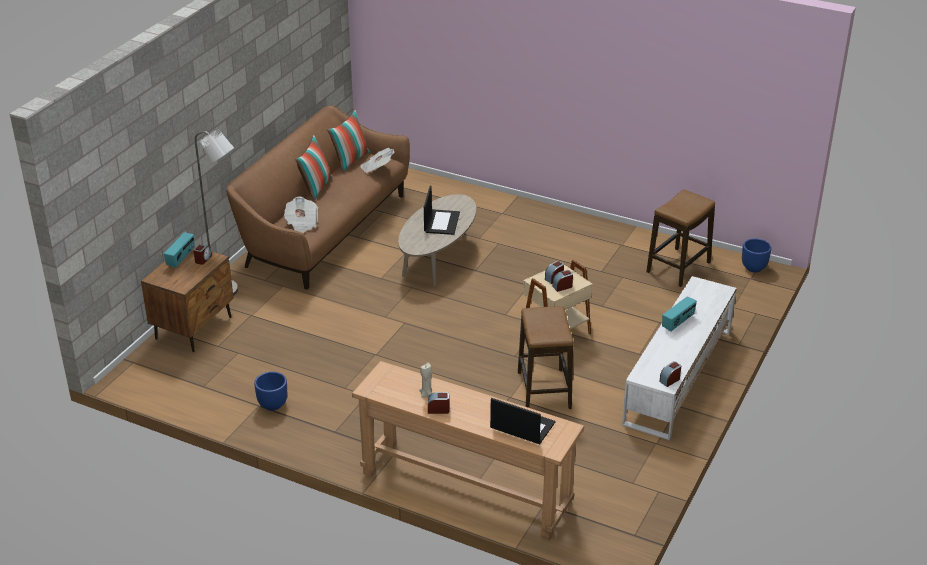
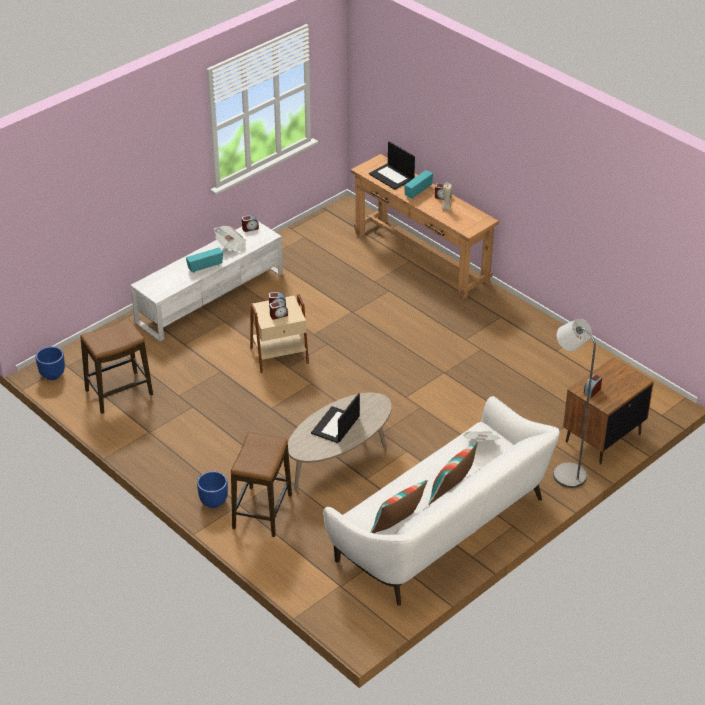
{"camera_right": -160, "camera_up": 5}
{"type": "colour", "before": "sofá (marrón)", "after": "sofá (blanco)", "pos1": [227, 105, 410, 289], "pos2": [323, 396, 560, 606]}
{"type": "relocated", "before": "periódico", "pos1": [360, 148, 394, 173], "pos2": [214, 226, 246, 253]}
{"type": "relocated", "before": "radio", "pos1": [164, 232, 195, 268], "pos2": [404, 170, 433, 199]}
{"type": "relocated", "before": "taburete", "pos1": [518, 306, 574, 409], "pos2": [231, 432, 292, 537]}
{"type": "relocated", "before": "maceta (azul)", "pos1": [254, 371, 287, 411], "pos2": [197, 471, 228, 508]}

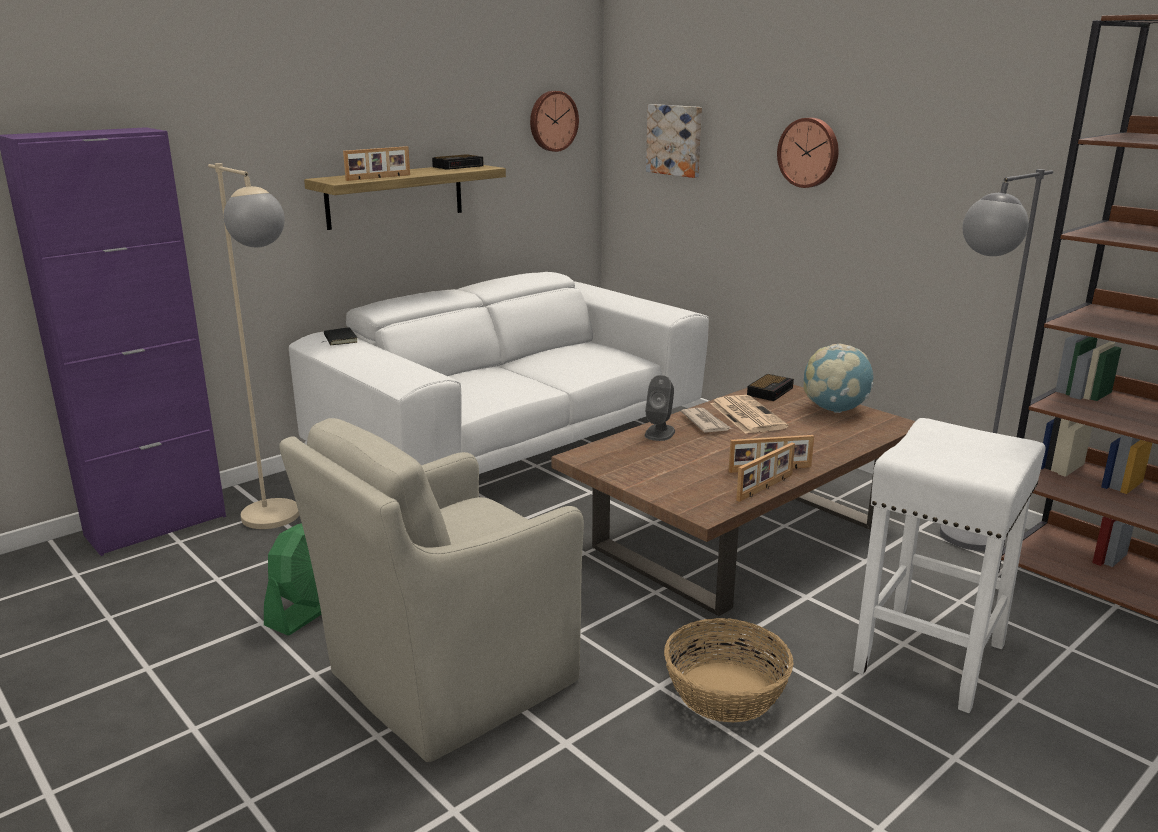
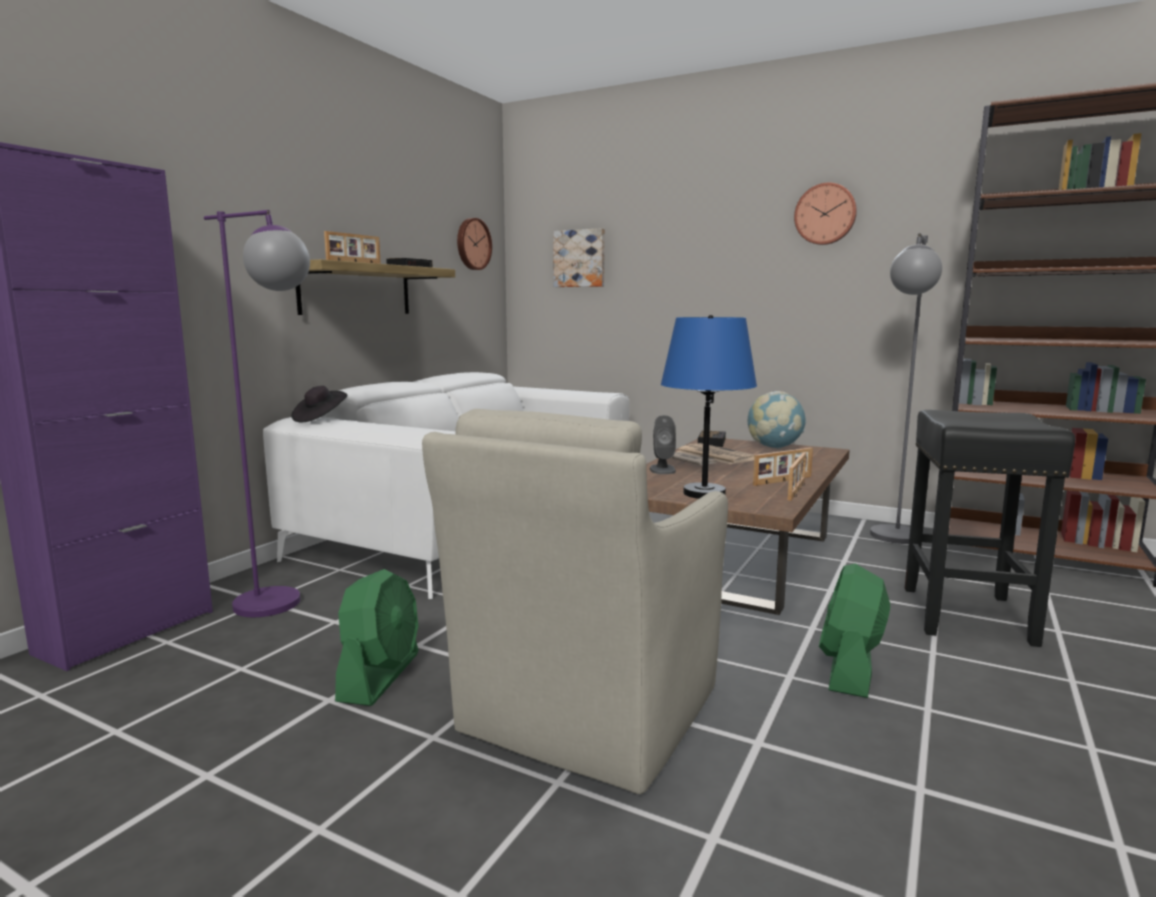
{"camera_right": -20, "camera_up": -10}
{"type": "relocated", "before": "reloj de pared", "pos1": [777, 118, 838, 188], "pos2": [794, 183, 857, 245]}
{"type": "colour", "before": "lámpara de pie (beis)", "after": "lámpara de pie (morado)", "pos1": [208, 163, 299, 529], "pos2": [204, 210, 310, 617]}
{"type": "exchanged", "before": "libro (negro)", "after": "sombrero (negro)", "pos1": [321, 327, 357, 345], "pos2": [291, 386, 347, 422]}
{"type": "colour", "before": "taburete (blanco)", "after": "taburete (negro)", "pos1": [853, 418, 1045, 713], "pos2": [905, 410, 1075, 647]}
{"type": "exchanged", "before": "cesta", "after": "ventilador (verde)", "pos1": [664, 618, 794, 723], "pos2": [819, 564, 890, 698]}
{"type": "appeared", "after": "lámpara de mesa (azul)", "pos2": [661, 315, 757, 499]}

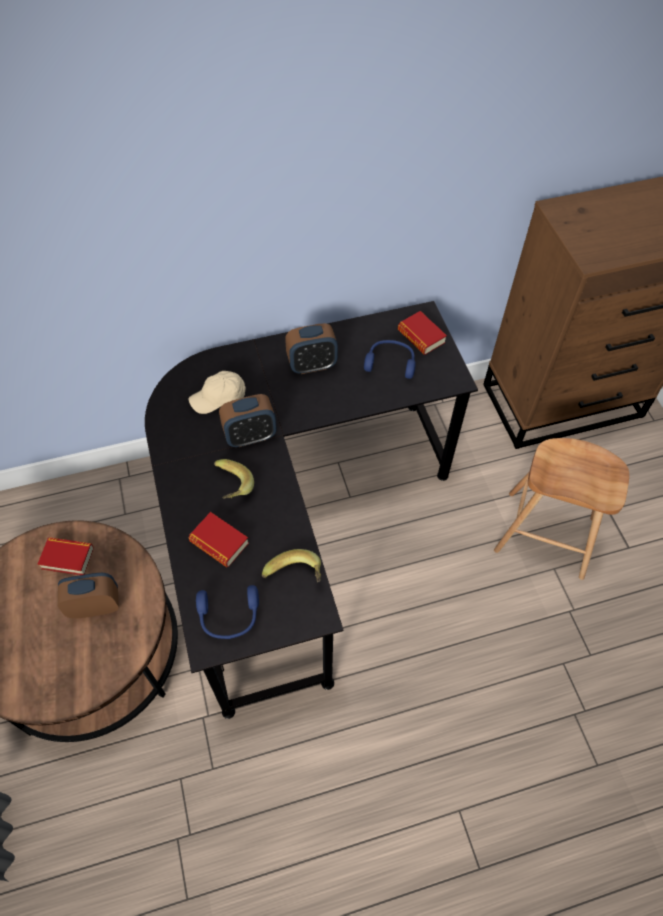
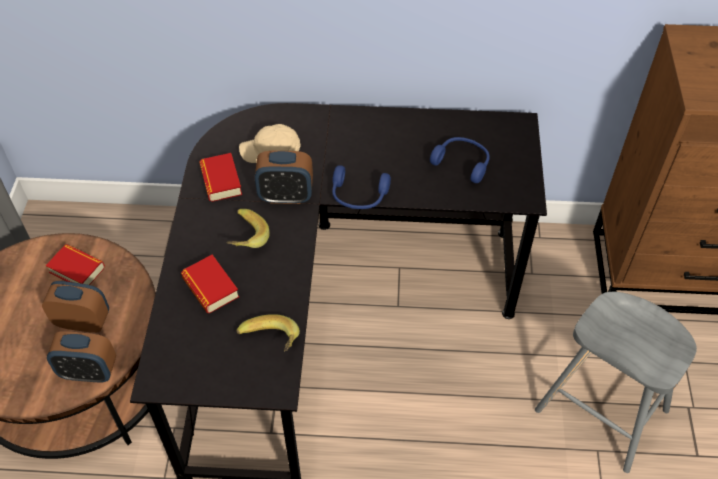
{"camera_right": 20, "camera_up": -5}
{"type": "relocated", "before": "libro", "pos1": [398, 311, 447, 355], "pos2": [199, 153, 242, 202]}
{"type": "relocated", "before": "despertador", "pos1": [285, 323, 338, 374], "pos2": [47, 332, 116, 382]}
{"type": "colour", "before": "taburete (marrón)", "after": "taburete (gris)", "pos1": [494, 438, 629, 580], "pos2": [535, 292, 697, 473]}
{"type": "relocated", "before": "auriculares (azul)", "pos1": [196, 585, 259, 639], "pos2": [332, 165, 391, 209]}

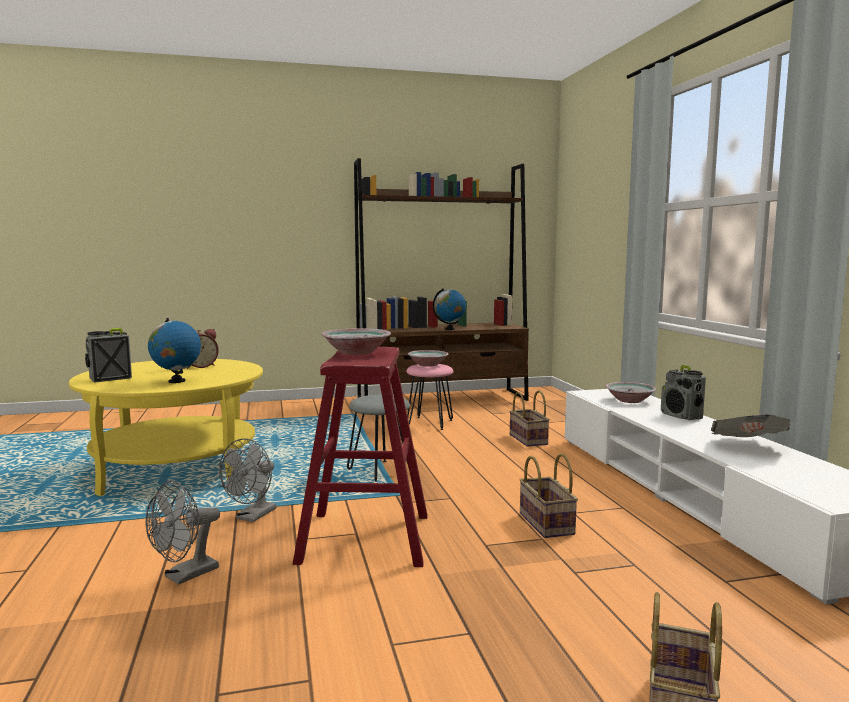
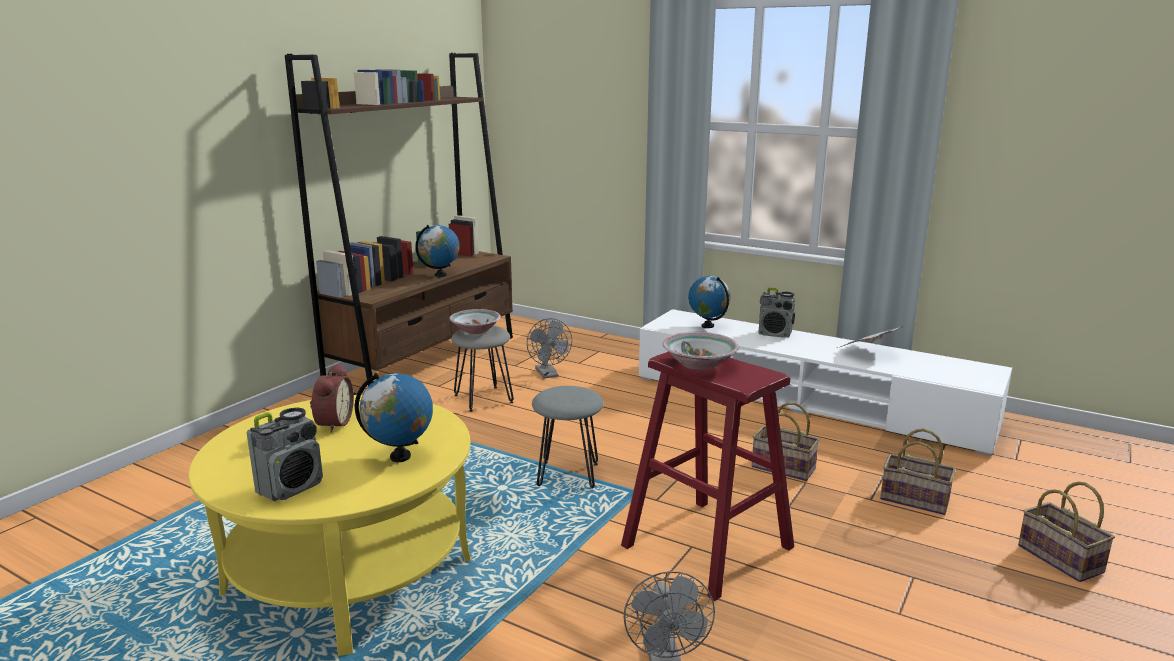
{"camera_right": -45, "camera_up": 10}
{"type": "spun", "before": "radio", "pos1": [85, 328, 132, 383], "pos2": [246, 407, 323, 501], "turn": -150}
{"type": "colour", "before": "taburete (rosa)", "after": "taburete (gris)", "pos1": [406, 364, 454, 430], "pos2": [451, 326, 514, 412]}
{"type": "exchanged", "before": "cuenco", "after": "globo terráqueo", "pos1": [605, 382, 656, 403], "pos2": [688, 276, 731, 328]}
{"type": "relocated", "before": "cesta", "pos1": [509, 390, 550, 447], "pos2": [880, 428, 956, 515]}
{"type": "relocated", "before": "ventilador (gris)", "pos1": [219, 439, 276, 522], "pos2": [527, 318, 572, 378]}

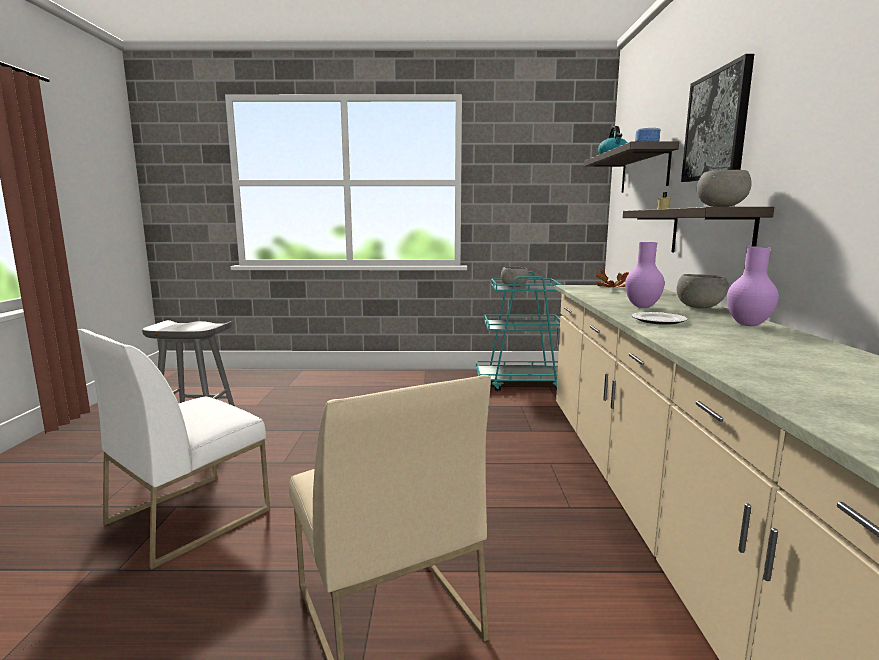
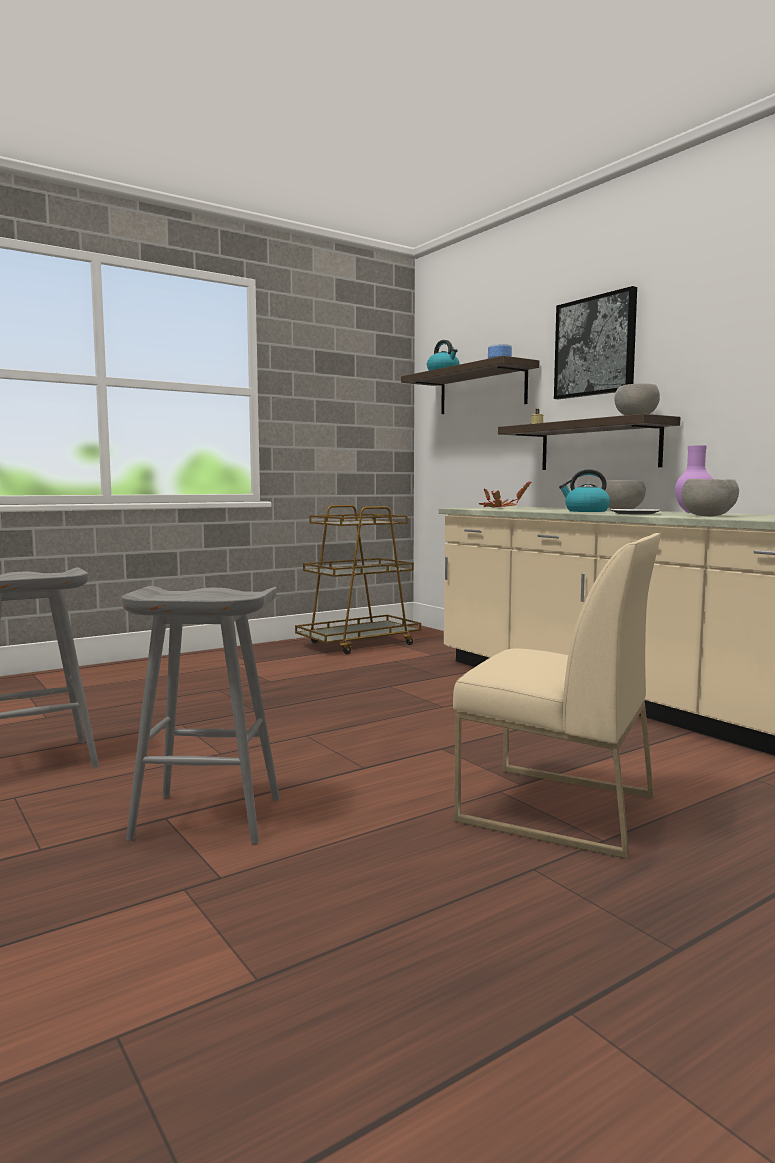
{"camera_right": -35, "camera_up": -5}
{"type": "exchanged", "before": "florero (morado)", "after": "hervidor", "pos1": [625, 242, 665, 308], "pos2": [559, 469, 610, 512]}
{"type": "relocated", "before": "cuenco (gris)", "pos1": [501, 267, 529, 287], "pos2": [681, 479, 739, 516]}
{"type": "colour", "before": "carrito (turquesa)", "after": "carrito (marrón)", "pos1": [476, 271, 562, 391], "pos2": [295, 505, 421, 654]}
{"type": "exchanged", "before": "silla (blanco)", "after": "taburete (gris)", "pos1": [78, 329, 270, 569], "pos2": [122, 586, 280, 844]}

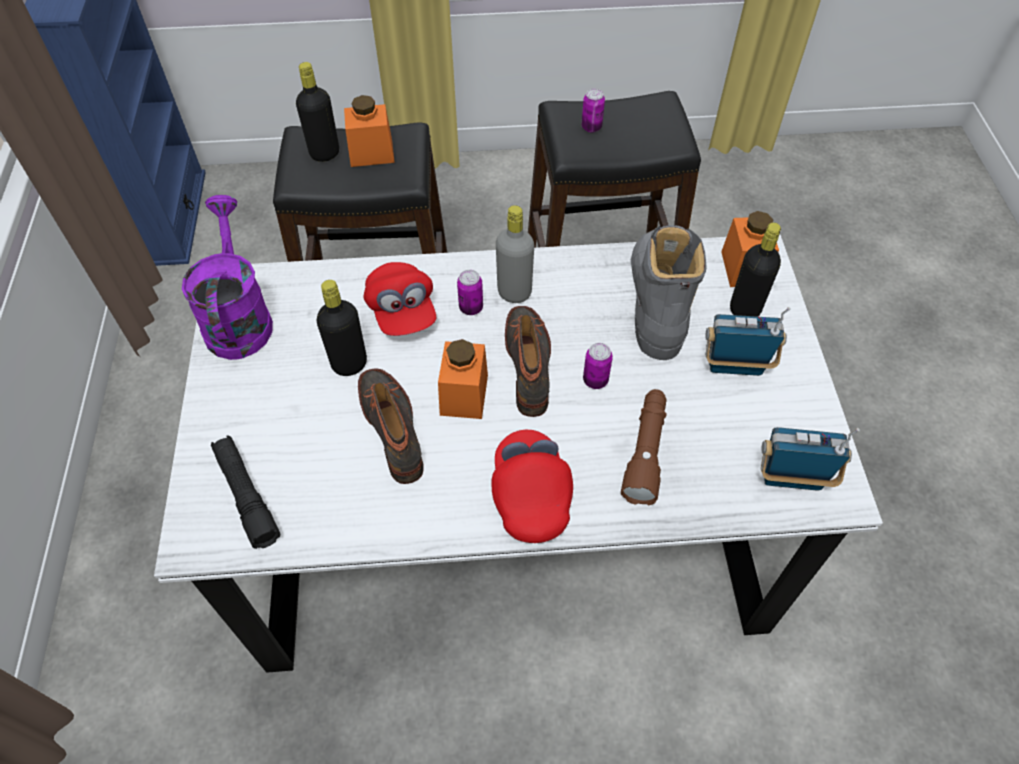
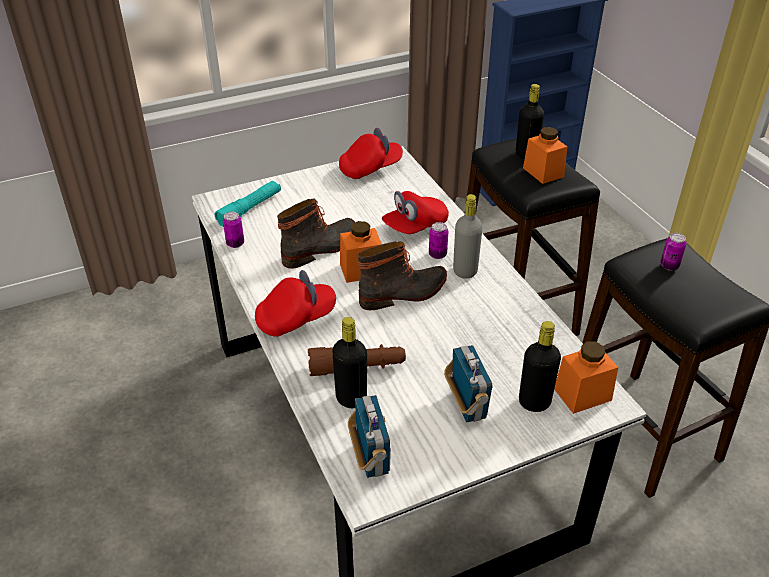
{"camera_right": 70, "camera_up": -15}
{"type": "exchanged", "before": "regadera (morado)", "after": "gorra (rojo)", "pos1": [182, 195, 273, 360], "pos2": [339, 128, 403, 179]}
{"type": "missing", "before": "bota (gris)", "pos1": [631, 225, 707, 360]}
{"type": "relocated", "before": "botella (negro)", "pos1": [317, 280, 367, 376], "pos2": [332, 317, 367, 408]}
{"type": "relocated", "before": "lata", "pos1": [583, 343, 613, 389], "pos2": [223, 212, 244, 248]}
{"type": "colour", "before": "linterna (negro)", "after": "linterna (turquesa)", "pos1": [211, 435, 280, 549], "pos2": [215, 181, 281, 227]}

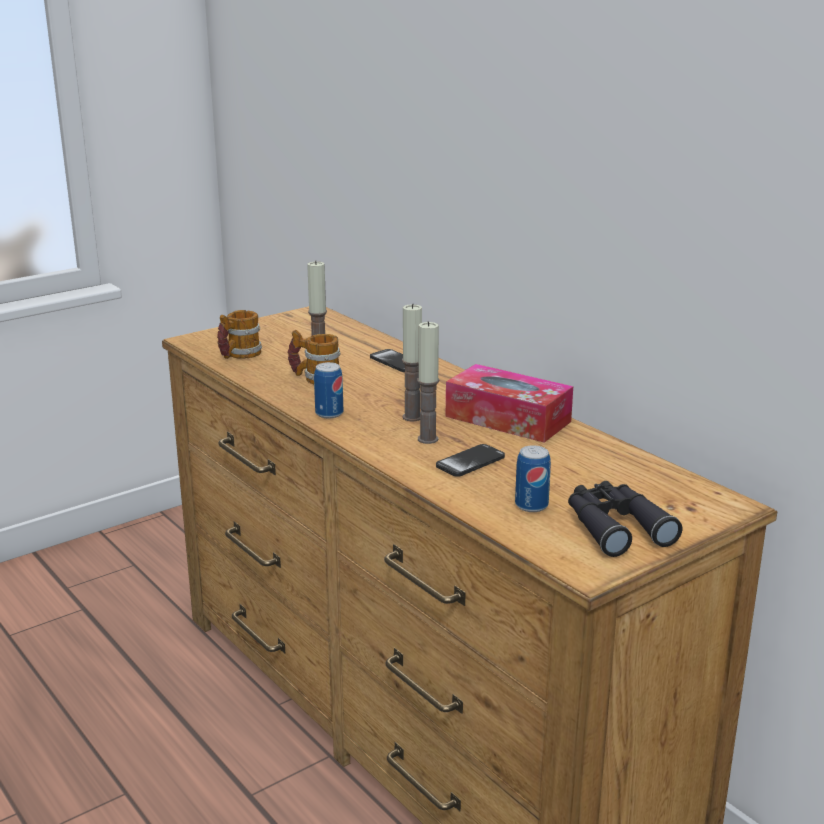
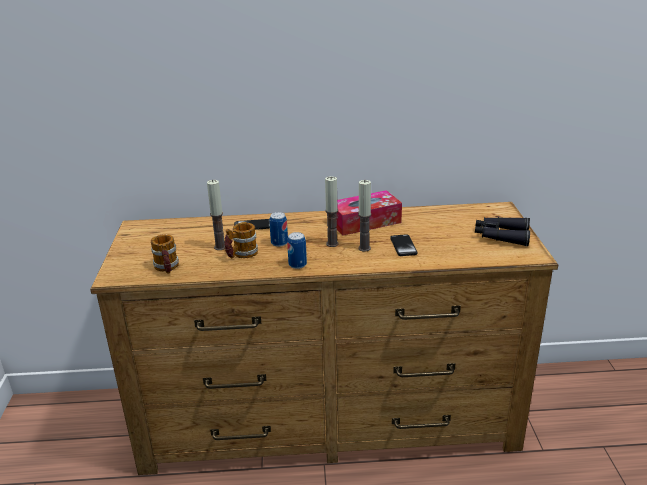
{"camera_right": -55, "camera_up": 5}
{"type": "relocated", "before": "lata", "pos1": [515, 445, 551, 512], "pos2": [269, 212, 288, 247]}

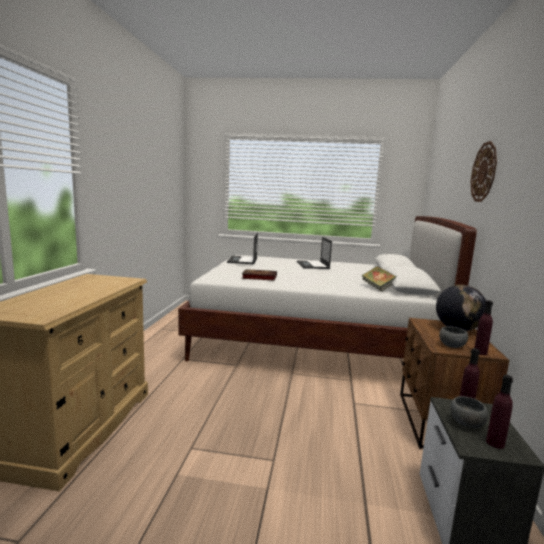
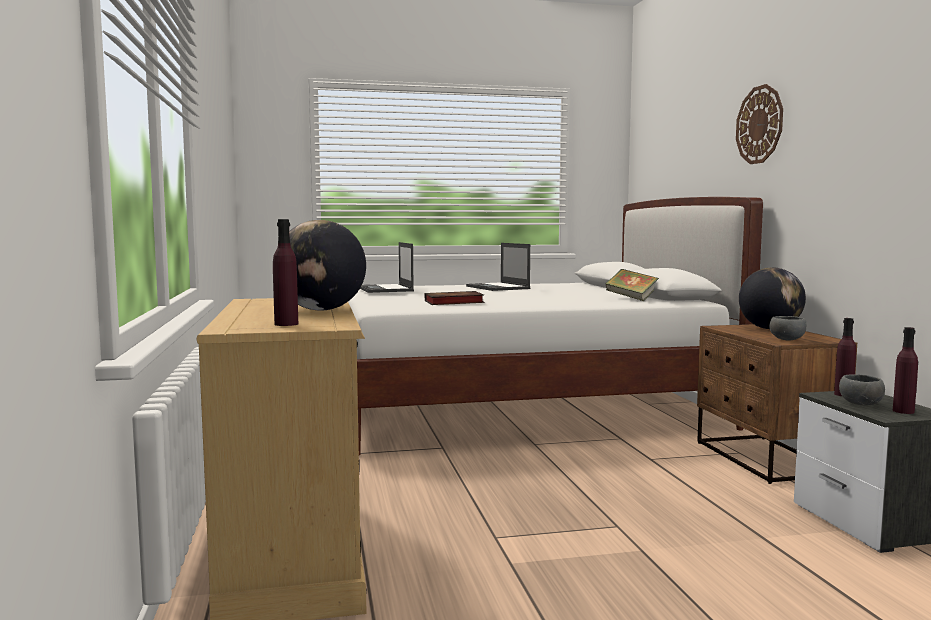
{"camera_right": -20, "camera_up": -5}
{"type": "relocated", "before": "botella (morado)", "pos1": [474, 300, 493, 355], "pos2": [273, 219, 298, 326]}
{"type": "appeared", "after": "globo terráqueo", "pos2": [277, 220, 366, 311]}

